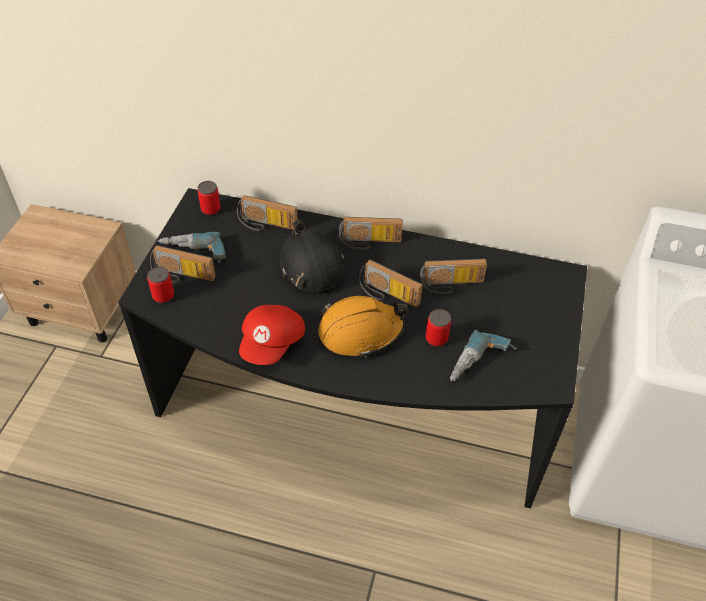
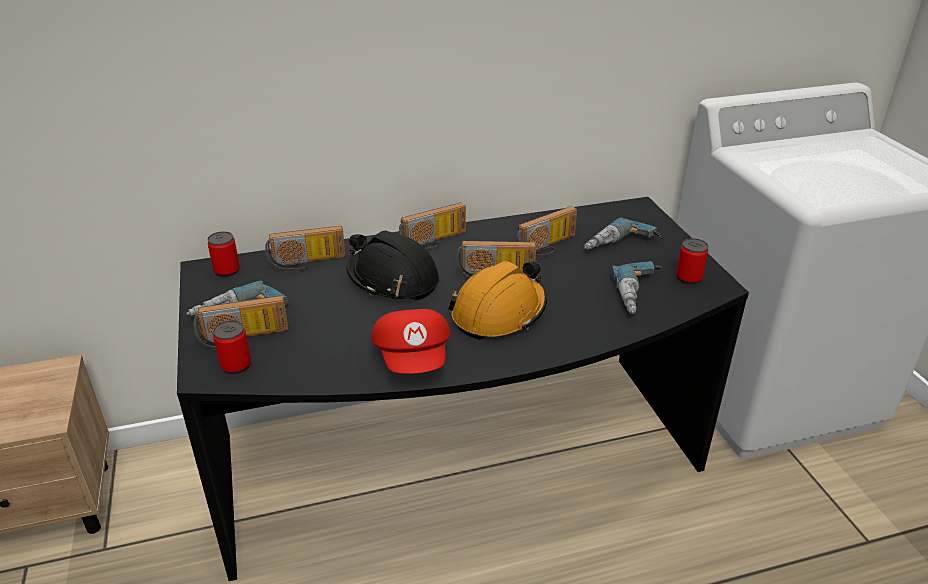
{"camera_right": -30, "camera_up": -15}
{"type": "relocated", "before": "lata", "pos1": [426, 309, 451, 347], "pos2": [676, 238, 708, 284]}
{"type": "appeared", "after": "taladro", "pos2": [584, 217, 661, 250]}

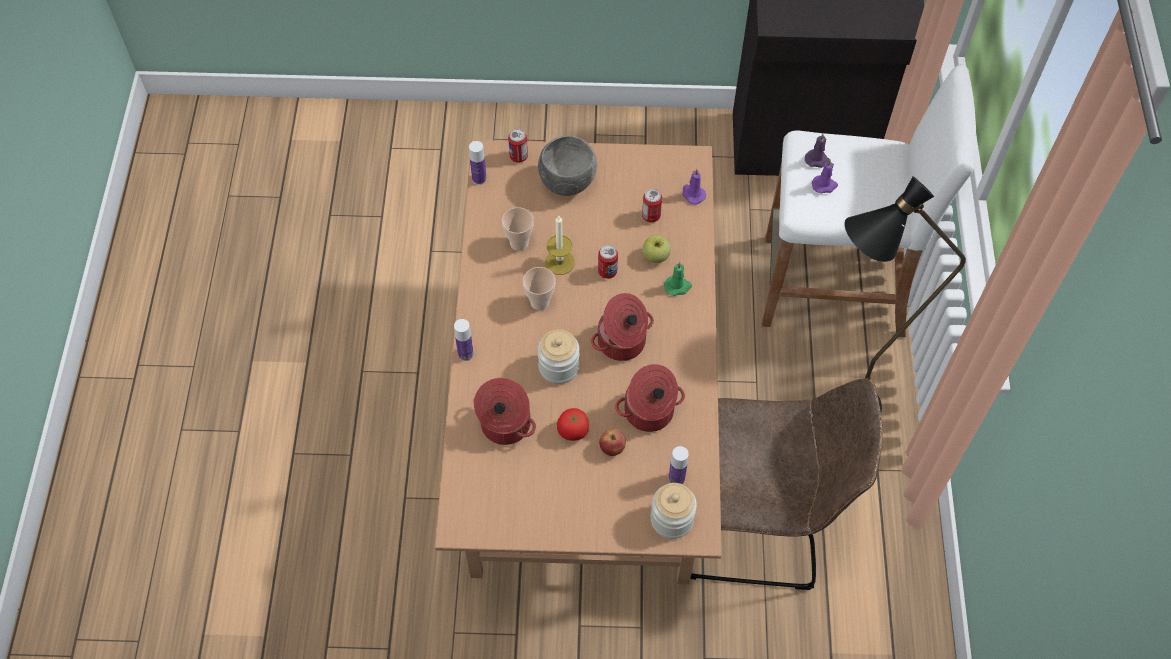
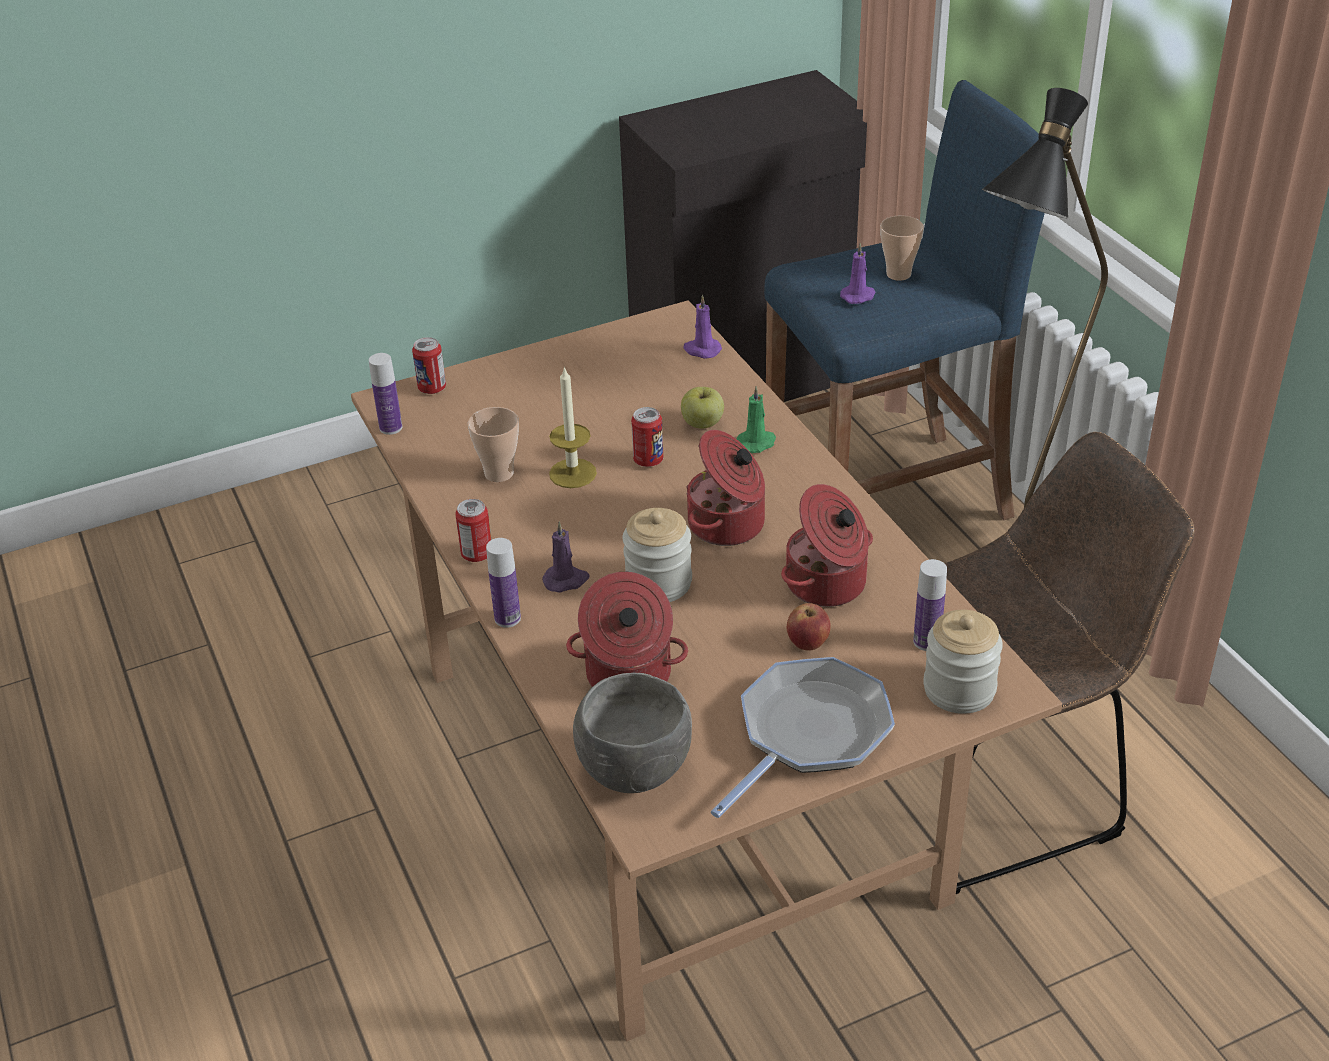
{"camera_right": -25, "camera_up": -20}
{"type": "colour", "before": "taburete (blanco)", "after": "taburete (azul)", "pos1": [762, 64, 976, 337], "pos2": [764, 80, 1045, 520]}
{"type": "relocated", "before": "vela (morado)", "pos1": [805, 134, 830, 168], "pos2": [542, 521, 589, 593]}
{"type": "relocated", "before": "cuenco (gris)", "pos1": [538, 136, 597, 196], "pos2": [573, 673, 692, 793]}
{"type": "relocated", "before": "lata", "pos1": [642, 189, 662, 223], "pos2": [455, 499, 491, 562]}
{"type": "relocated", "before": "taza", "pos1": [523, 267, 555, 311], "pos2": [880, 216, 924, 281]}
{"type": "missing", "before": "tomate", "pos1": [557, 408, 589, 441]}
{"type": "appeared", "after": "sartén", "pos2": [711, 657, 895, 818]}

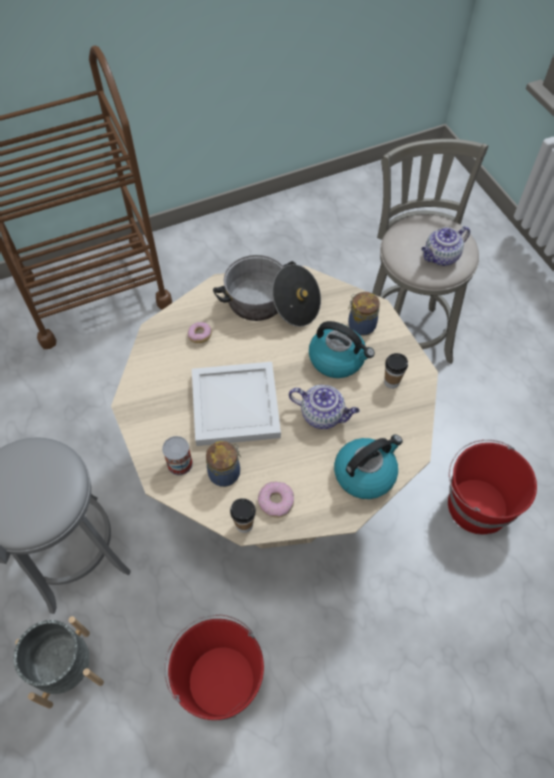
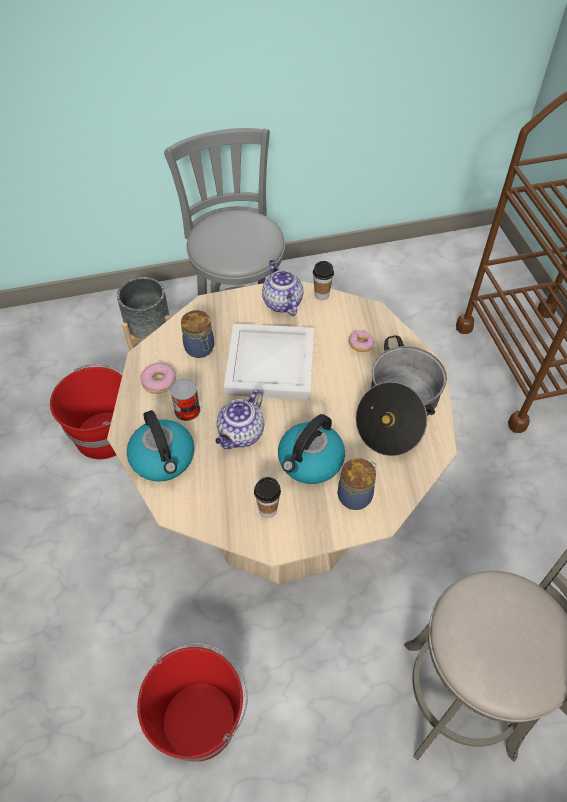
{"camera_right": 100, "camera_up": -5}
{"type": "relocated", "before": "tetera", "pos1": [421, 226, 470, 266], "pos2": [262, 260, 303, 316]}
{"type": "relocated", "before": "lata", "pos1": [162, 436, 193, 476], "pos2": [170, 378, 200, 421]}
{"type": "relocated", "before": "taza", "pos1": [230, 498, 256, 533], "pos2": [313, 261, 334, 300]}

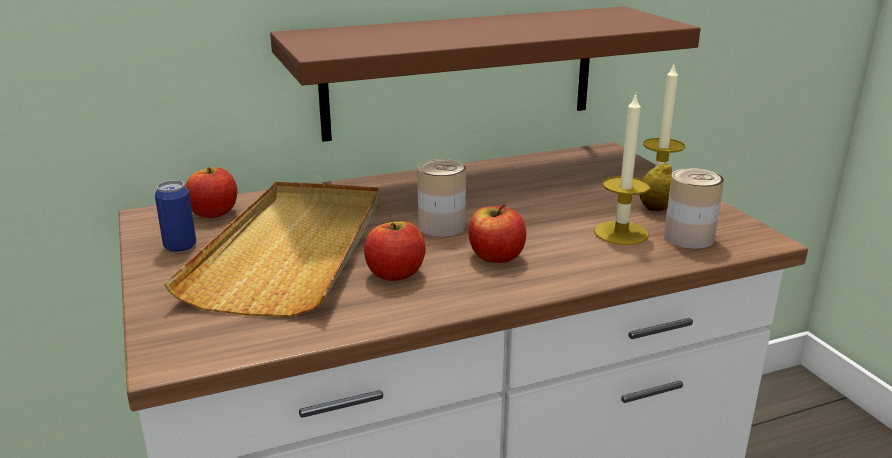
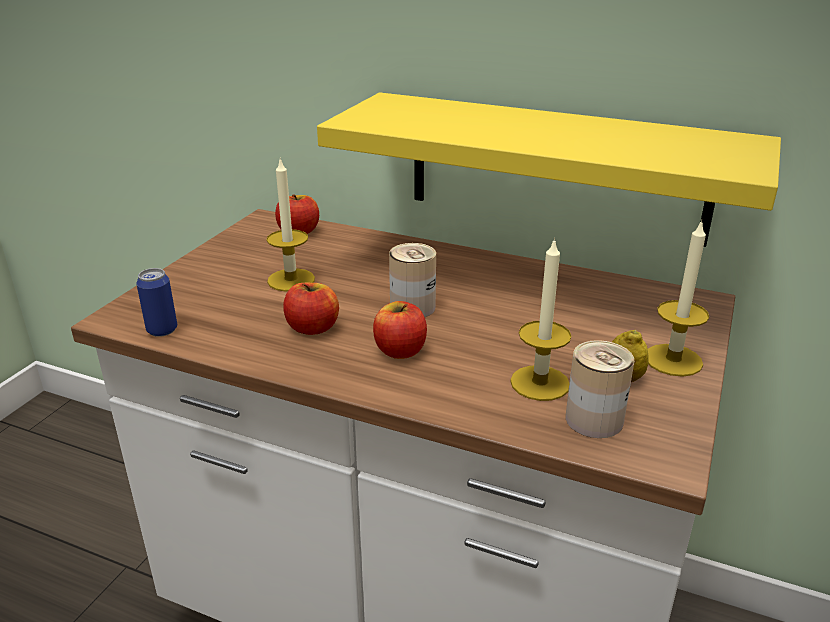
{"camera_right": 45, "camera_up": 5}
{"type": "colour", "before": "estante (marrón)", "after": "estante (amarillo)", "pos1": [270, 6, 701, 142], "pos2": [317, 92, 781, 247]}
{"type": "relocated", "before": "lata", "pos1": [155, 180, 196, 252], "pos2": [136, 268, 177, 337]}
{"type": "exchanged", "before": "bandeja (beis)", "after": "vela", "pos1": [164, 182, 380, 317], "pos2": [267, 157, 315, 291]}

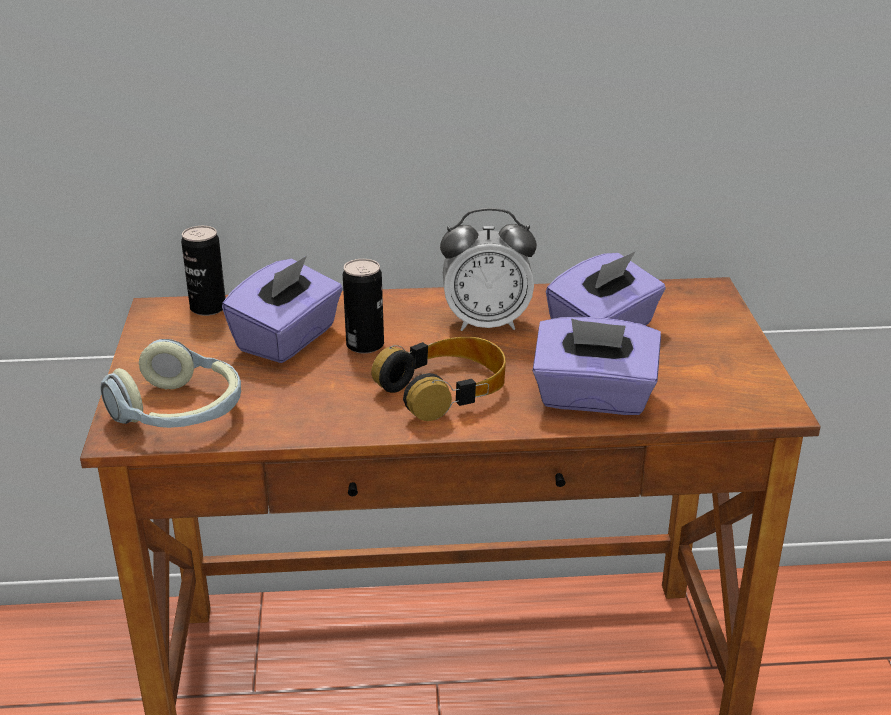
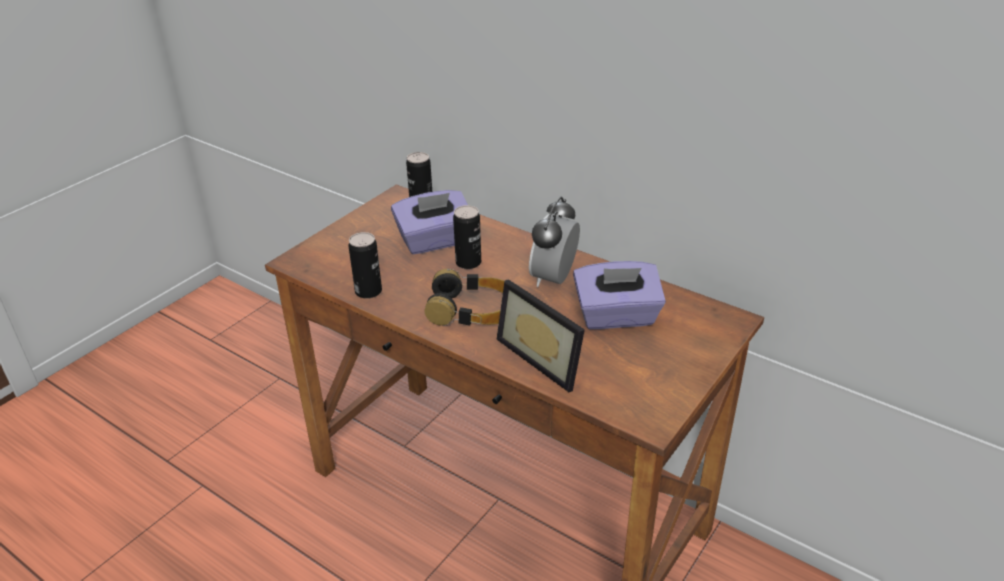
{"camera_right": 40, "camera_up": 5}
{"type": "spun", "before": "despertador", "pos1": [440, 208, 537, 331], "pos2": [529, 197, 580, 287], "turn": 75}
{"type": "exchanged", "before": "caja de pañuelos (morado)", "after": "portarretratos", "pos1": [532, 317, 661, 415], "pos2": [497, 279, 585, 392]}
{"type": "missing", "before": "auriculares", "pos1": [100, 339, 241, 428]}
{"type": "appeared", "after": "lata", "pos2": [348, 232, 382, 299]}

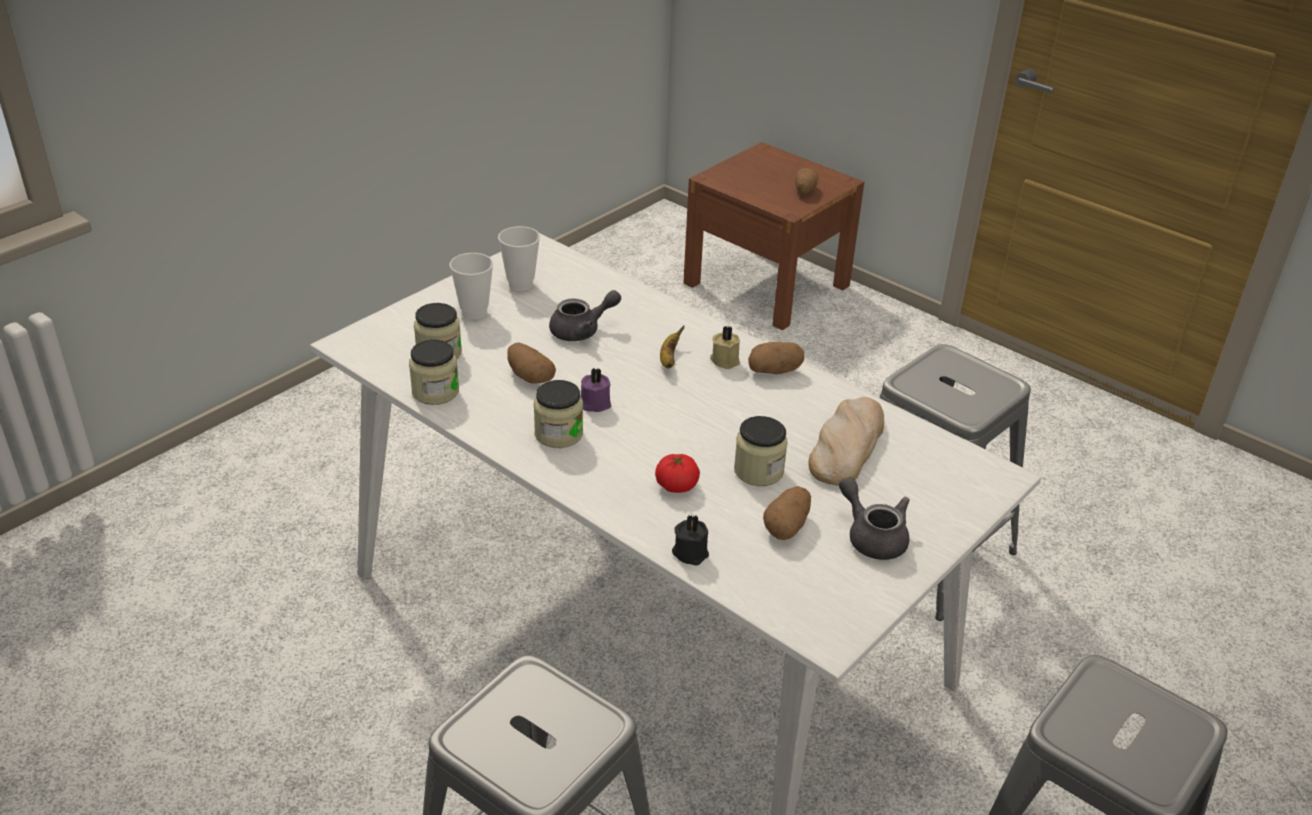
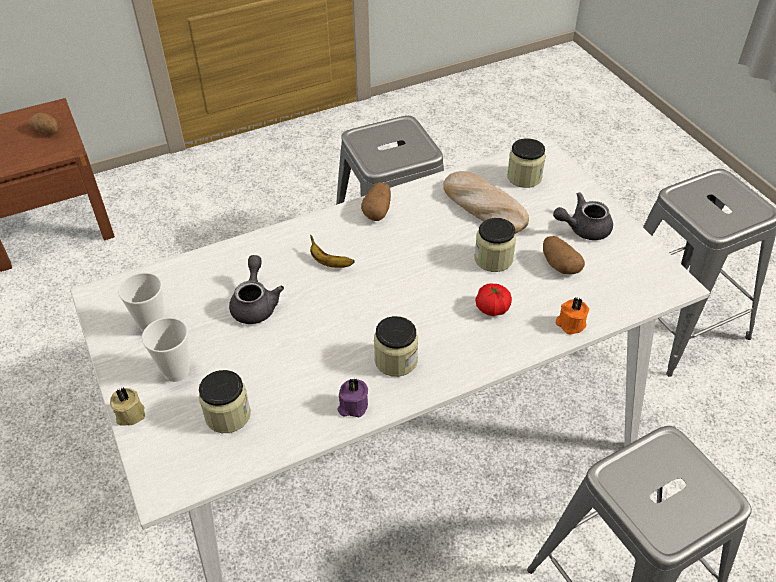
{"camera_right": -65, "camera_up": 10}
{"type": "relocated", "before": "vela (beis)", "pos1": [710, 326, 740, 369], "pos2": [110, 387, 145, 426]}
{"type": "relocated", "before": "tarro", "pos1": [409, 339, 459, 405], "pos2": [507, 138, 546, 188]}
{"type": "missing", "before": "patata", "pos1": [507, 343, 556, 384]}
{"type": "relocated", "before": "vela (morado)", "pos1": [581, 368, 611, 412], "pos2": [338, 378, 368, 417]}
{"type": "colour", "before": "vela (negro)", "after": "vela (naranja)", "pos1": [672, 515, 709, 566], "pos2": [555, 298, 589, 334]}

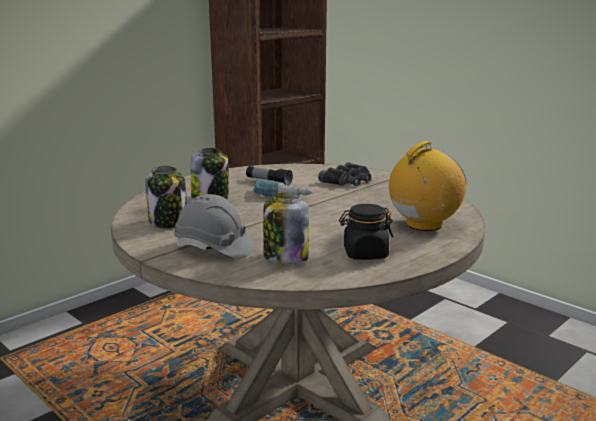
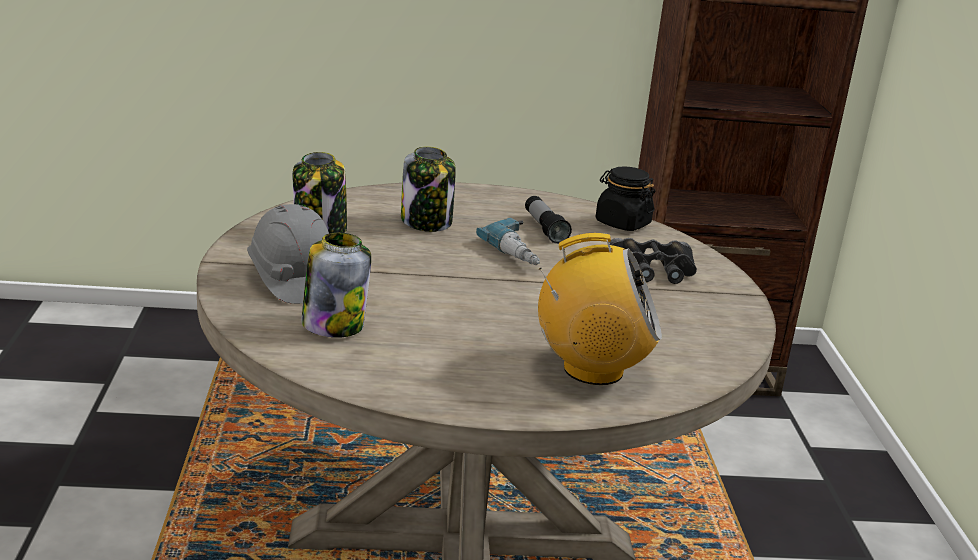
{"camera_right": 40, "camera_up": 5}
{"type": "relocated", "before": "tarro (negro)", "pos1": [339, 204, 393, 260], "pos2": [596, 166, 655, 231]}

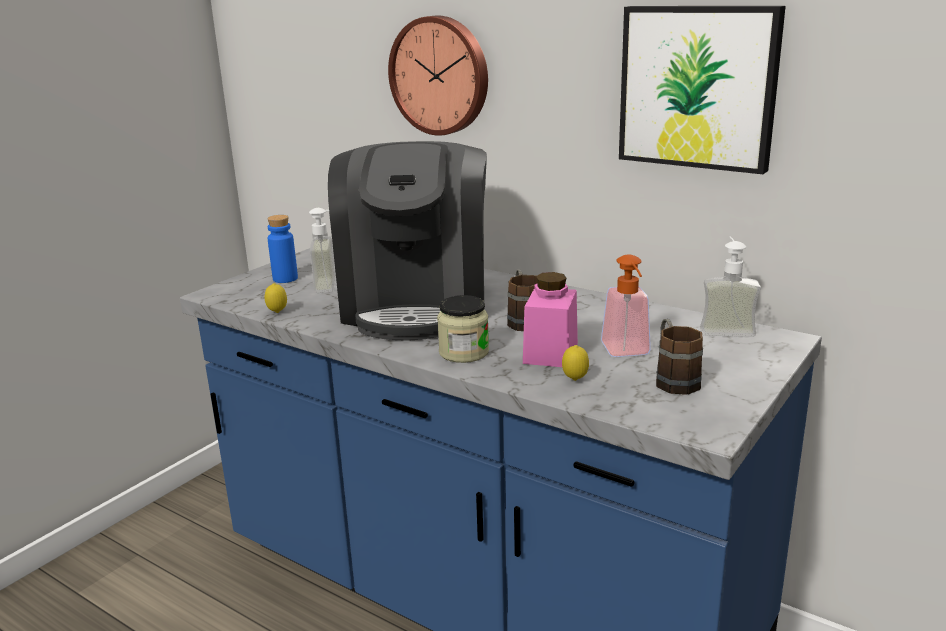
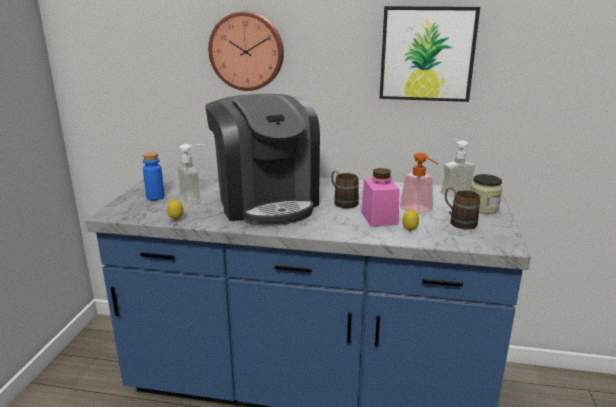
{"camera_right": -25, "camera_up": 0}
{"type": "relocated", "before": "tarro", "pos1": [437, 295, 489, 363], "pos2": [470, 174, 503, 214]}

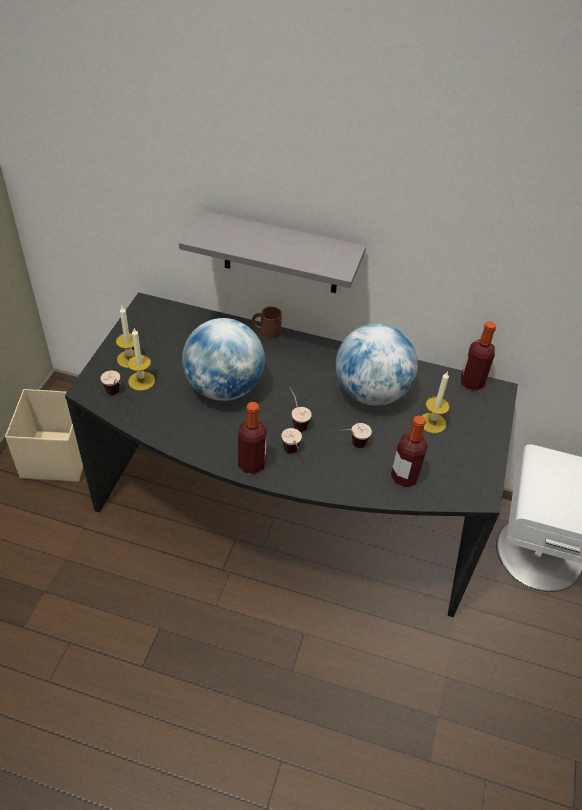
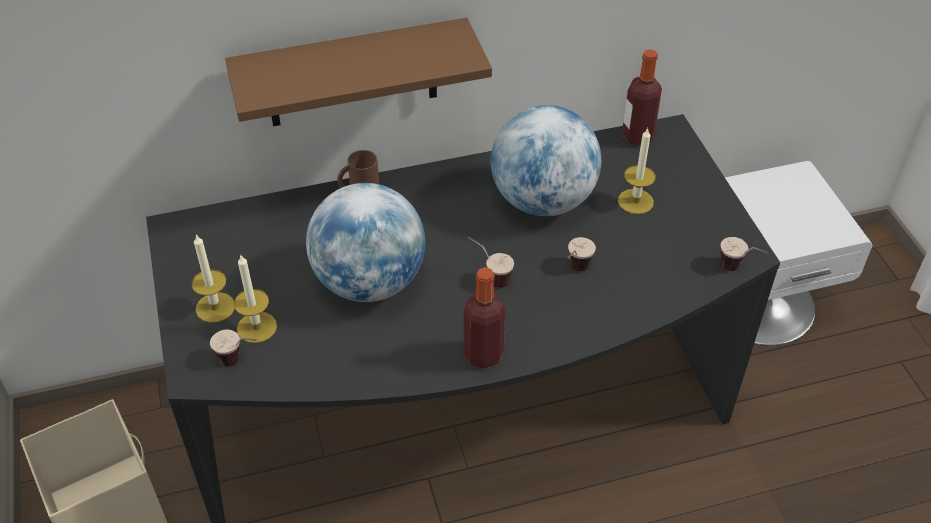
{"camera_right": -30, "camera_up": 0}
{"type": "colour", "before": "estante (gris)", "after": "estante (marrón)", "pos1": [179, 210, 366, 293], "pos2": [225, 18, 492, 126]}
{"type": "missing", "before": "botella", "pos1": [391, 416, 428, 488]}
{"type": "relocated", "before": "taza", "pos1": [281, 428, 302, 454], "pos2": [721, 237, 769, 271]}

